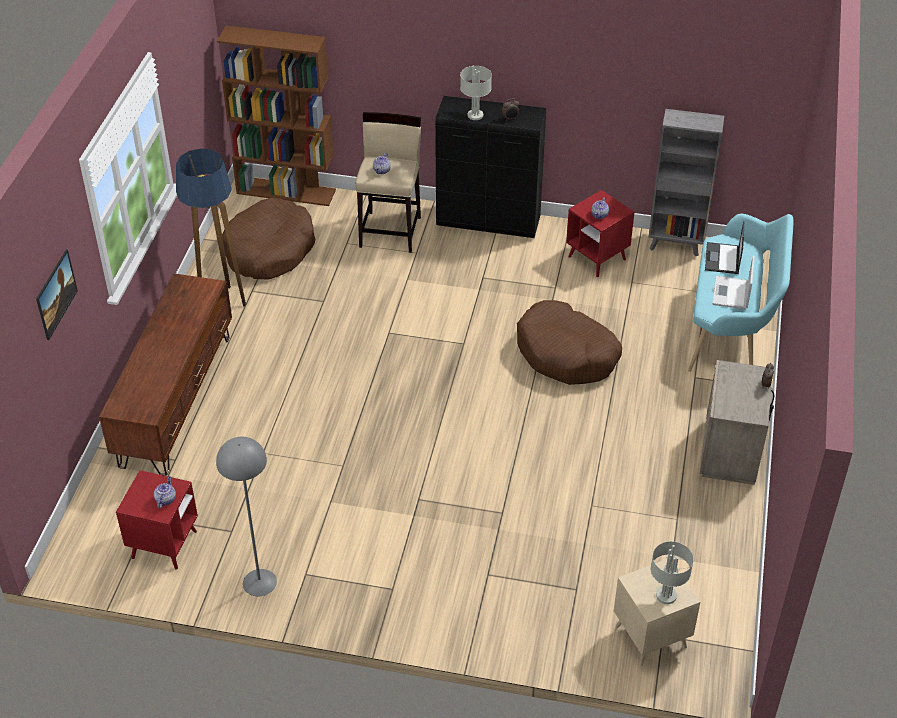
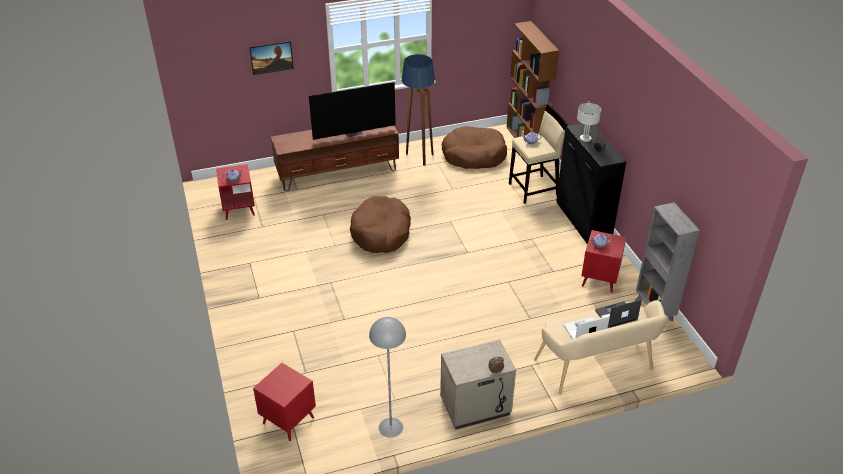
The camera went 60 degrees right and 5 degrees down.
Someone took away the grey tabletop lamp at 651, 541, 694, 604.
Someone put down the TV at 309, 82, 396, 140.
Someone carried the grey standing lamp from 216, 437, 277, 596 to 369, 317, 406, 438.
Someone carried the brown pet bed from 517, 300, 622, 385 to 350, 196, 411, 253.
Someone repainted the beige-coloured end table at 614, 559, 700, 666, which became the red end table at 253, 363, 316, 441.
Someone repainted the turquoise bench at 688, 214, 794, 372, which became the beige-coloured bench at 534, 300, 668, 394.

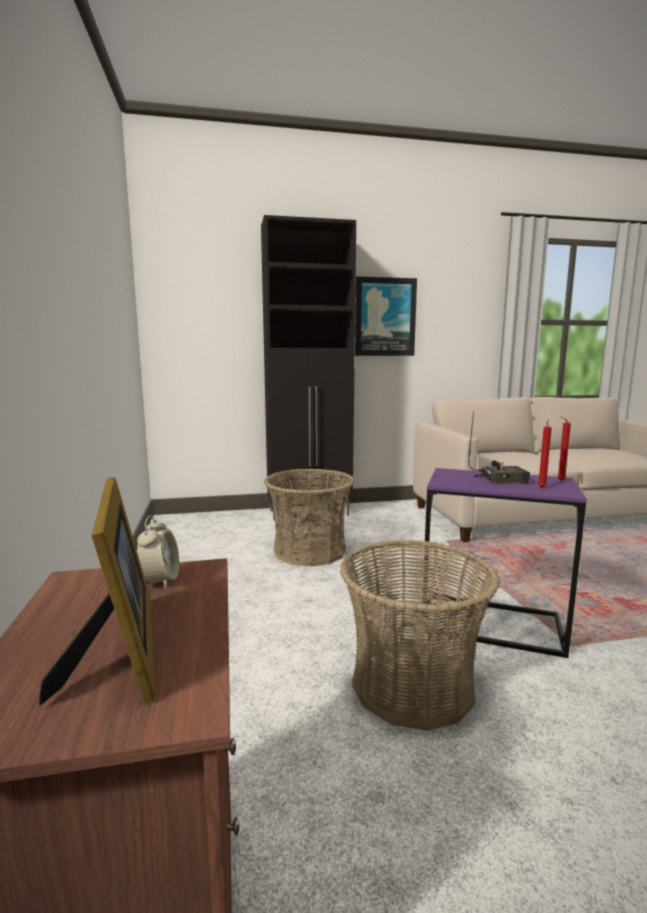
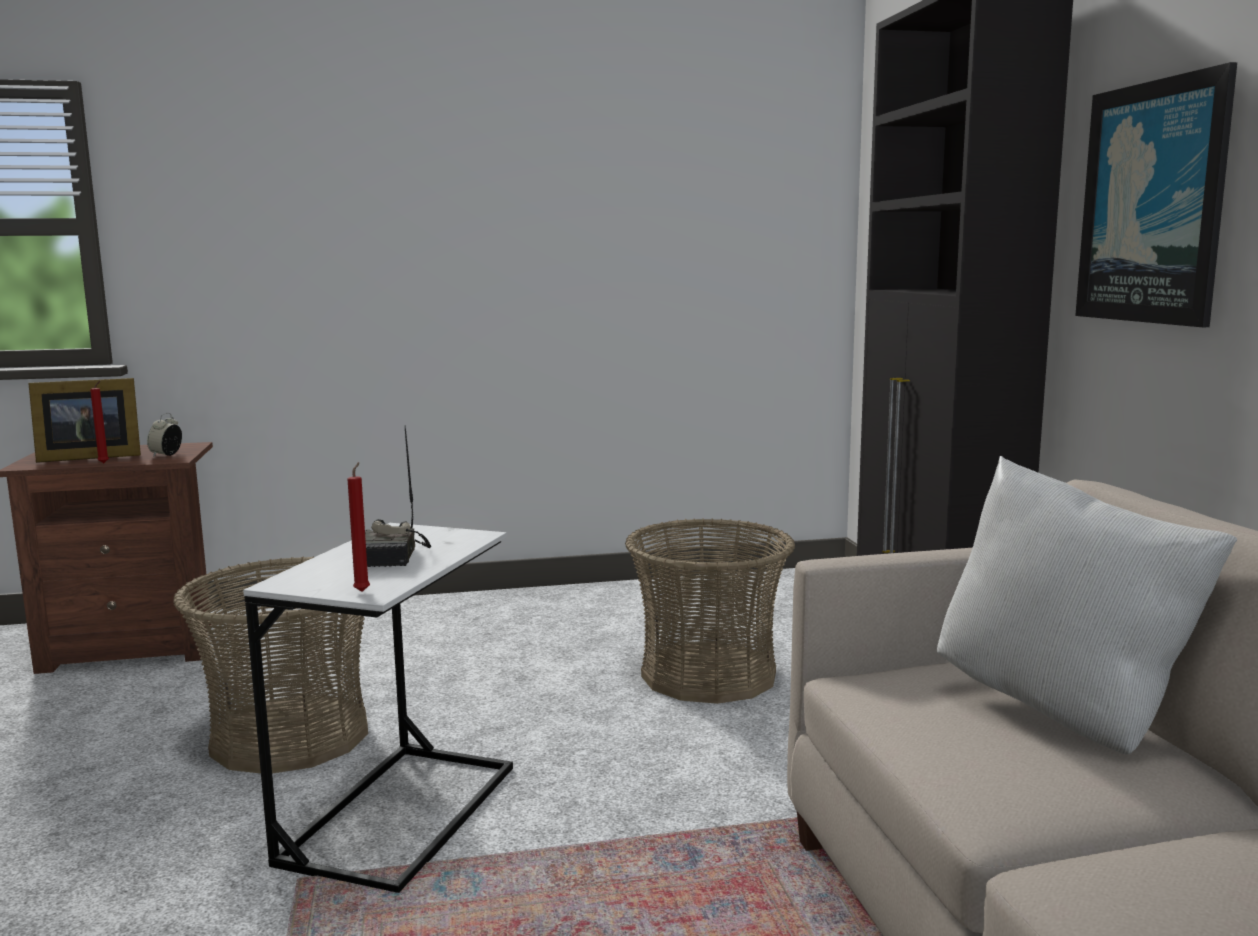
The camera went 90 degrees right and 0 degrees up.
Someone put down the white-coloured throw pillow at 937, 456, 1237, 755.
Someone carried the red wax light from 538, 419, 552, 488 to 90, 381, 109, 463.
Someone repainted the purple end table at 422, 468, 587, 658, which became the white-coloured end table at 243, 523, 513, 893.
Someone rotated the bedside clock at 136, 515, 179, 589 by 105 degrees clockwise.

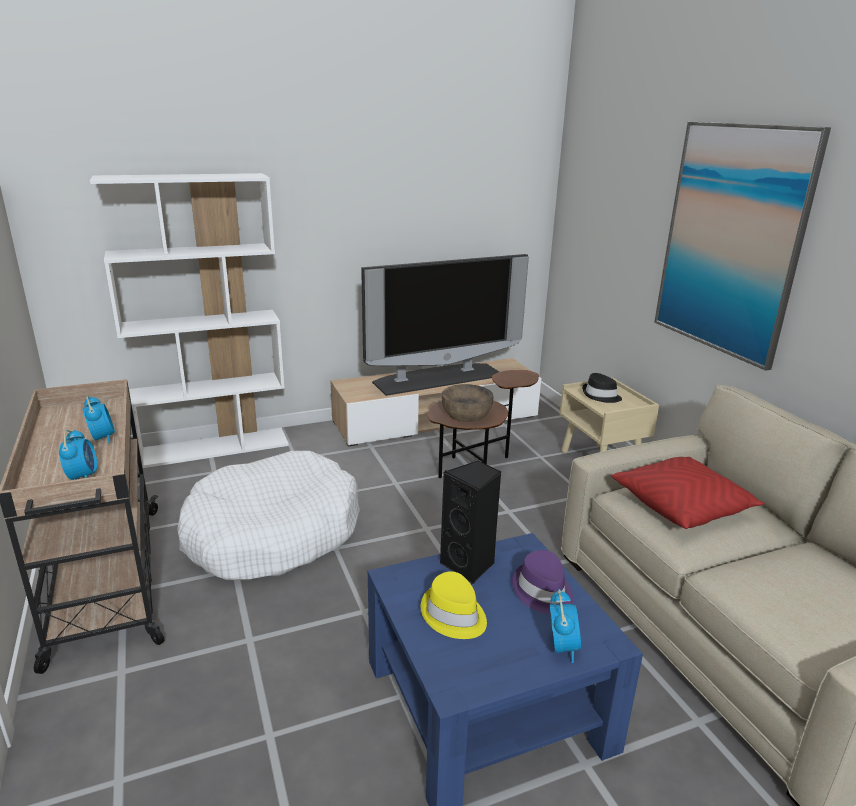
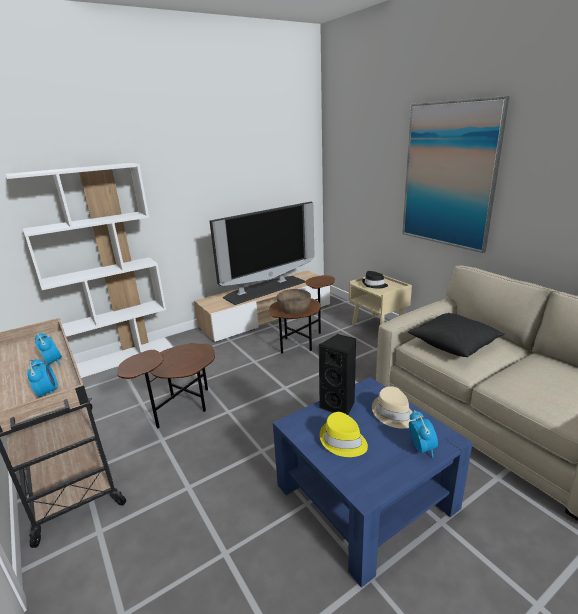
The camera went 10 degrees left and 0 degrees up.
Someone swapped the white-coloured pet bed at 177, 451, 360, 580 for the brown end table at 117, 343, 215, 429.
Someone repainted the purple wearable hat at 512, 550, 573, 615, which became the beige-coloured wearable hat at 372, 386, 416, 429.
Someone repainted the red throw pillow at 612, 457, 765, 529, which became the blackish throw pillow at 408, 313, 505, 357.

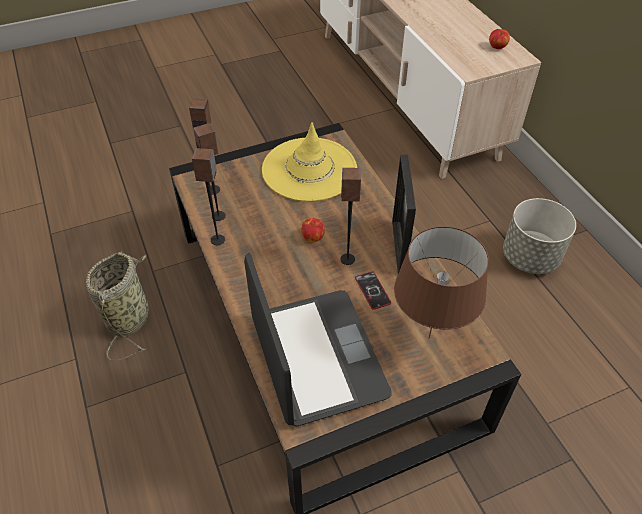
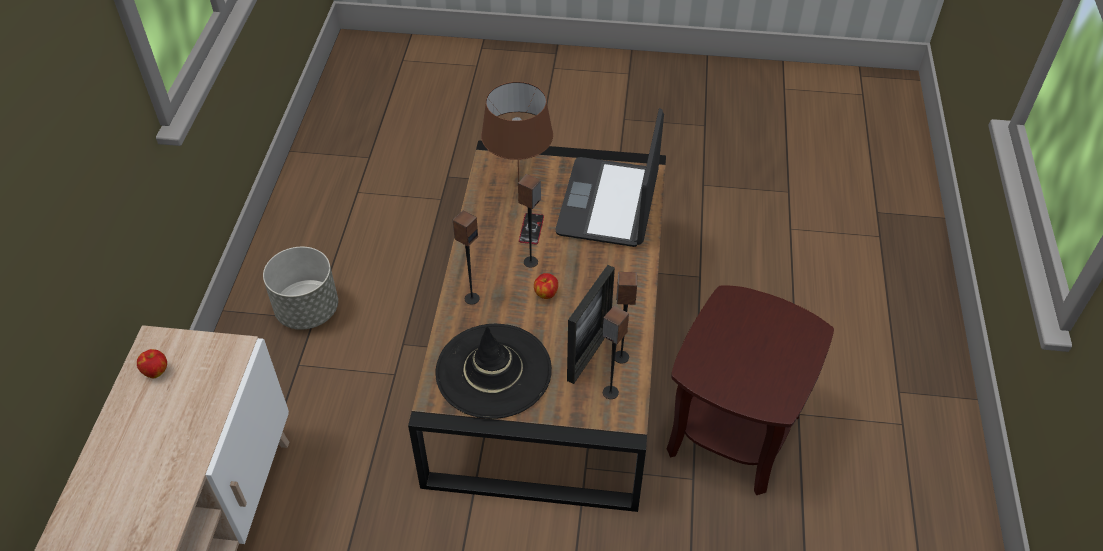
The camera went 150 degrees left and 0 degrees up.
Someone carried the speaker from 192, 148, 225, 245 to 453, 210, 480, 305.
Someone carried the picture frame from 392, 155, 416, 273 to 567, 265, 615, 384.
Someone swapped the household basket at 85, 251, 149, 360 for the brown end table at 667, 285, 834, 495.
Someone repainted the yellowish wearable hat at 262, 122, 357, 202, which became the blackish wearable hat at 435, 324, 552, 419.

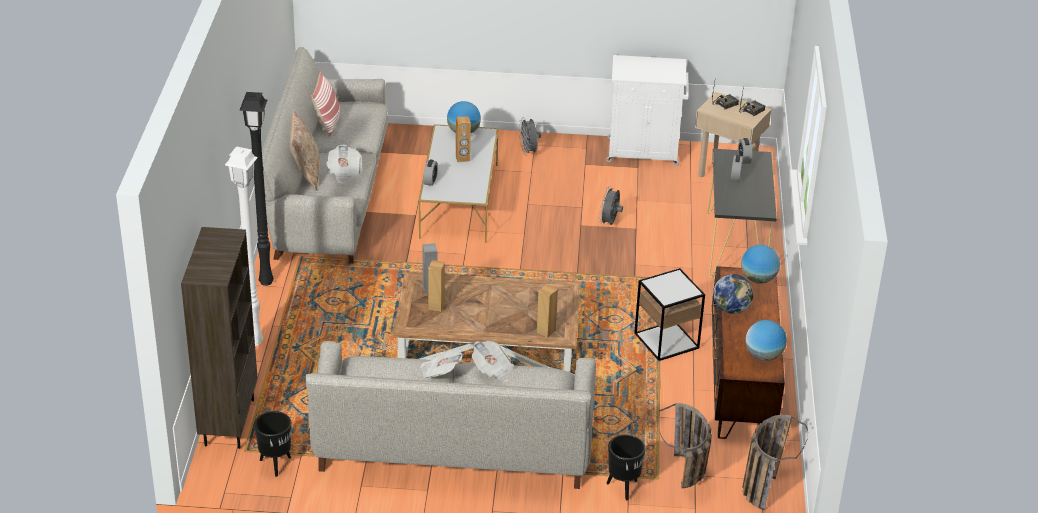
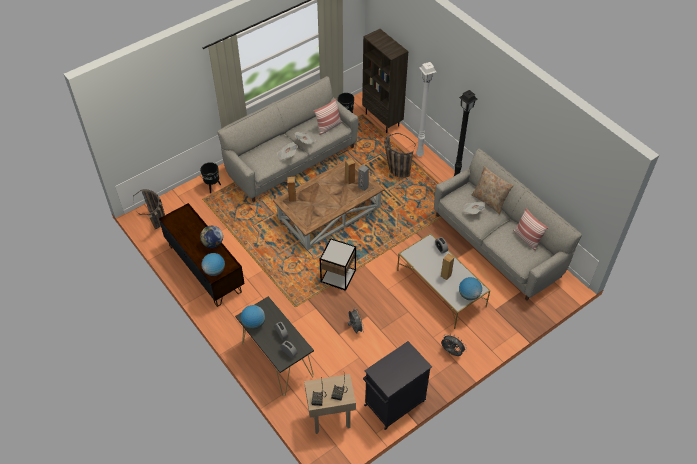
The camera went 140 degrees right and 15 degrees up.
Someone put down the throw pillow at 314, 99, 342, 135.
Someone carried the end table from 634, 268, 705, 361 to 320, 238, 356, 291.
Someone carried the household basket from 658, 403, 712, 488 to 384, 133, 416, 178.
Someone carried the world globe from 746, 320, 787, 361 to 241, 305, 265, 330.
Someone repainted the white-coloured cupboard at 606, 55, 689, 166, which became the blackish cupboard at 363, 341, 432, 430.

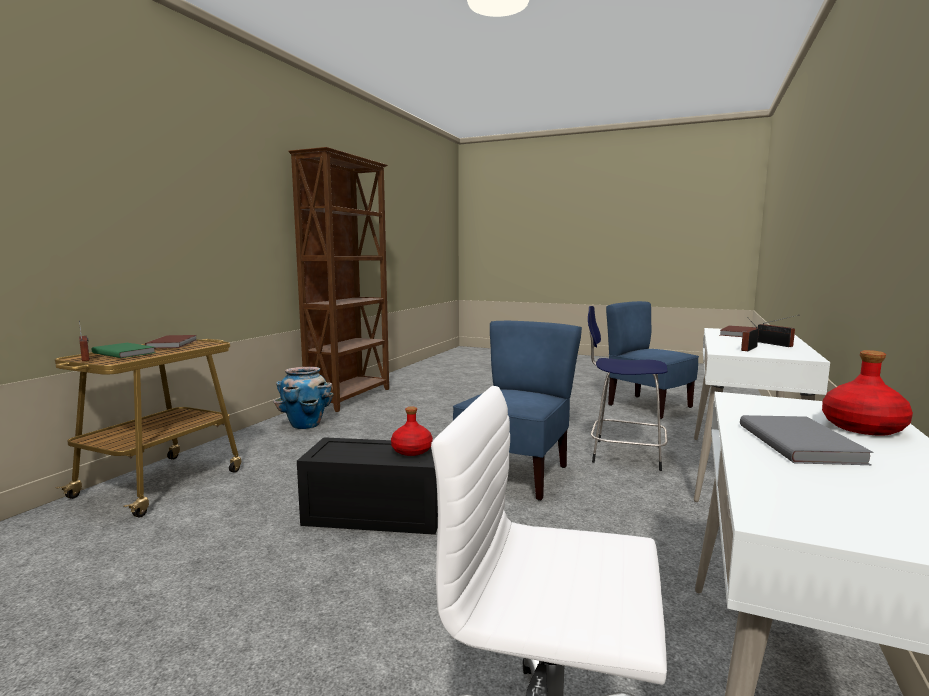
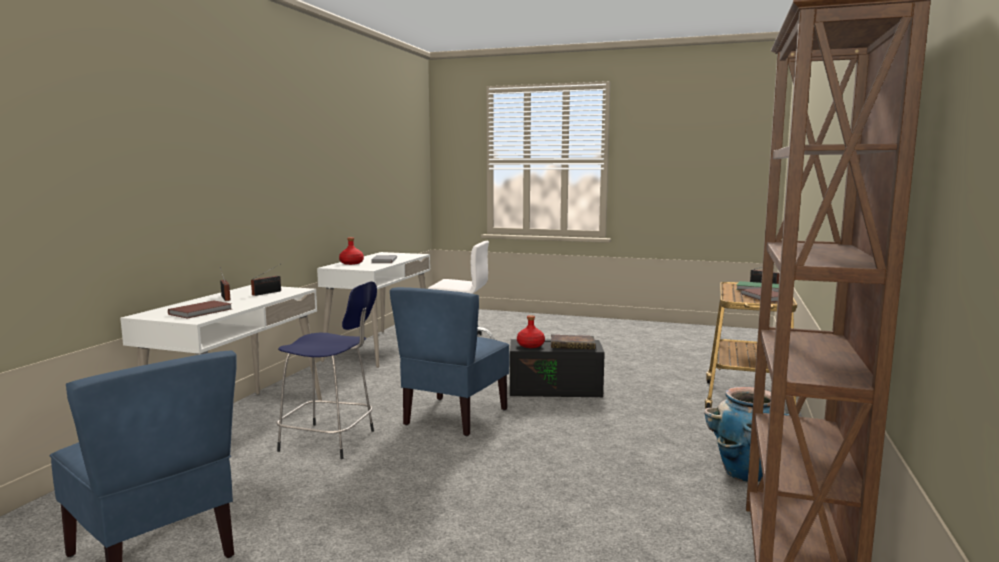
The camera went 175 degrees right and 0 degrees up.
Someone put down the volume at 551, 335, 596, 349.

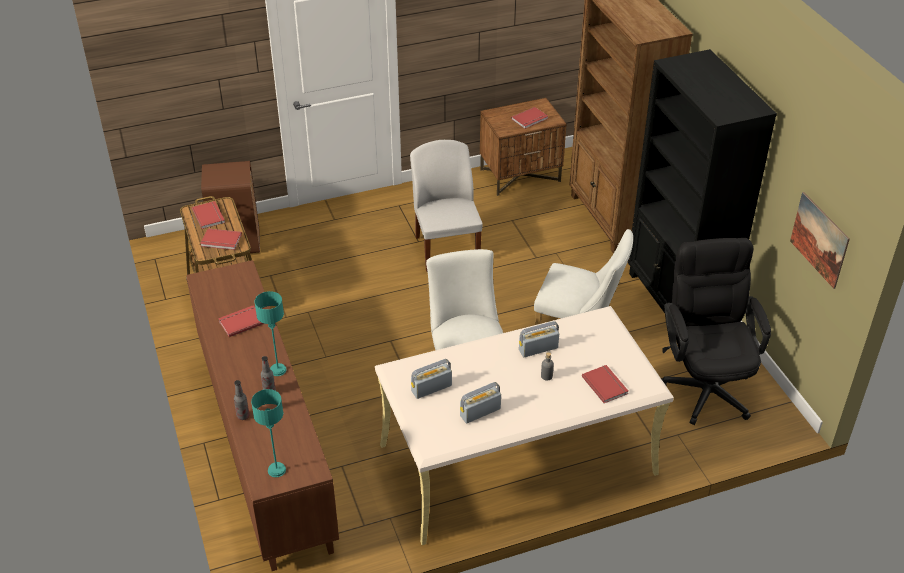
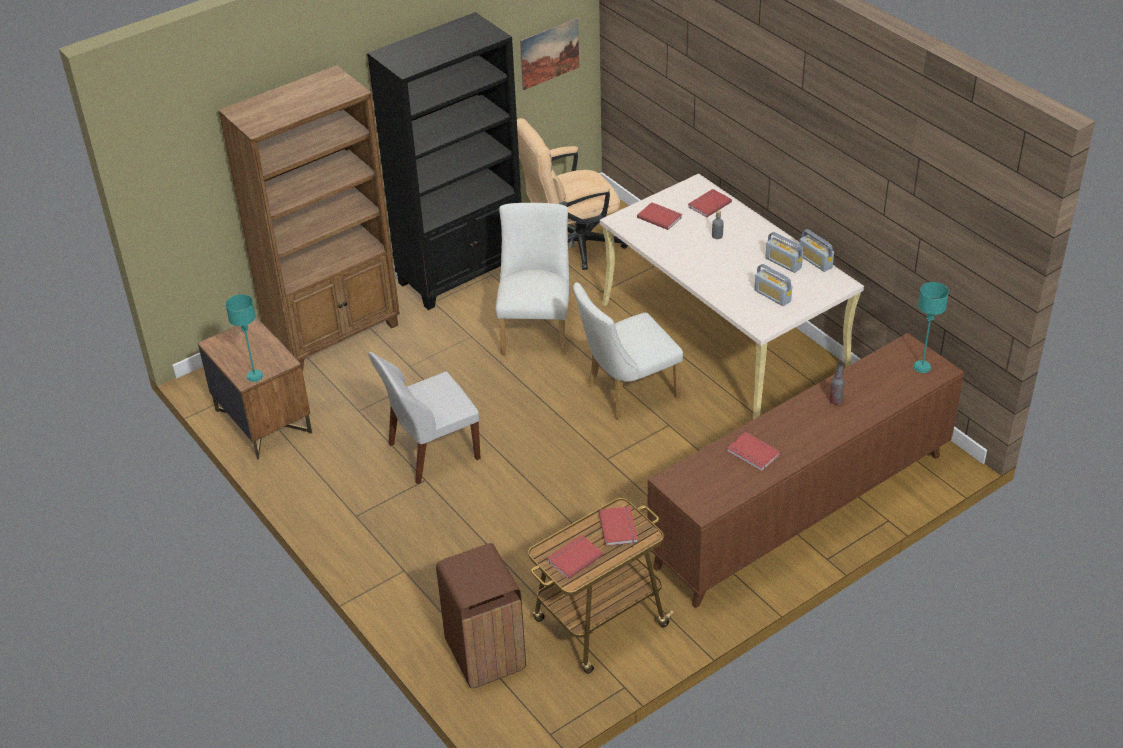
The camera went 105 degrees left and 0 degrees up.
Someone took away the drink bottle at 234, 380, 250, 420.
Someone carried the turquoise tabletop lamp from 255, 291, 287, 376 to 226, 294, 263, 382.
Someone carried the red volume from 511, 107, 548, 129 to 637, 202, 682, 230.
Someone carried the radio receiver from 519, 321, 559, 357 to 799, 229, 834, 272.
Someone repainted the blackish office chair at 662, 238, 771, 425, which became the beige-coloured office chair at 517, 118, 628, 270.

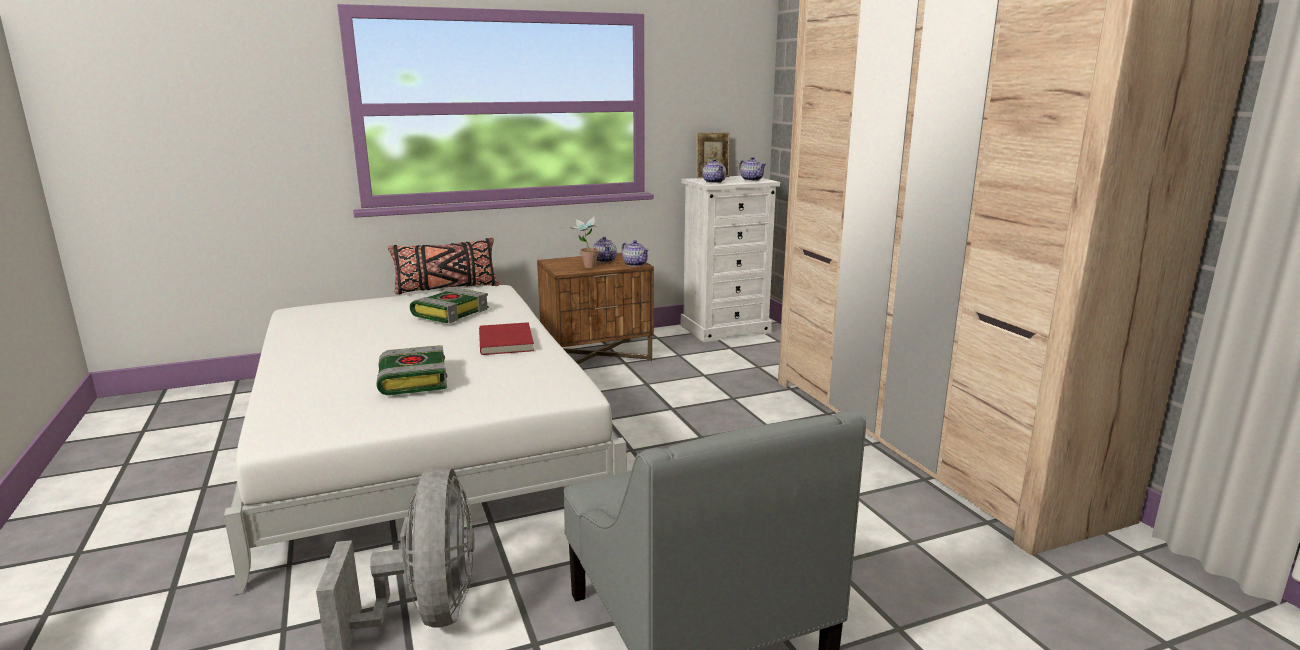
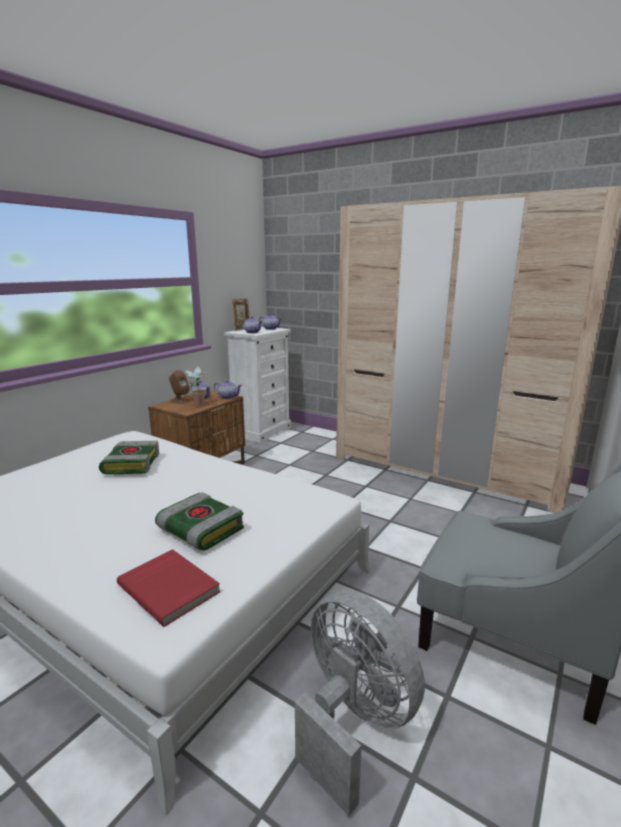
The camera went 35 degrees left and 0 degrees up.
Someone took away the blackish throw pillow at 388, 237, 499, 294.
Someone put down the brown speaker at 169, 370, 190, 404.
Someone carried the red volume from 479, 322, 534, 355 to 117, 549, 221, 627.

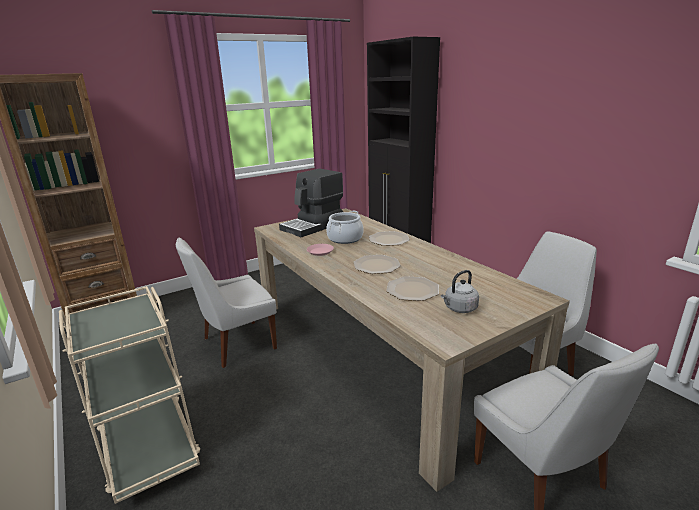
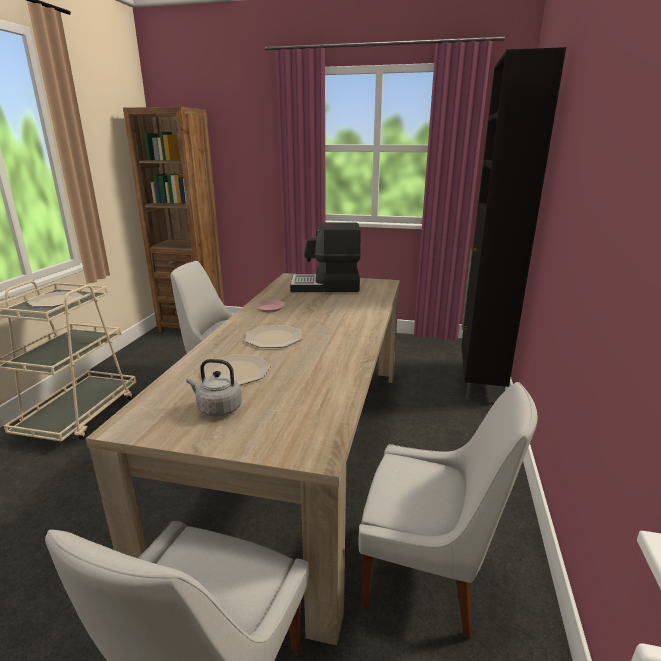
The camera went 45 degrees right and 0 degrees up.
Someone took away the saucepot at 326, 211, 364, 244.
Someone carried the flat dish from 369, 231, 410, 246 to 27, 292, 83, 307.

